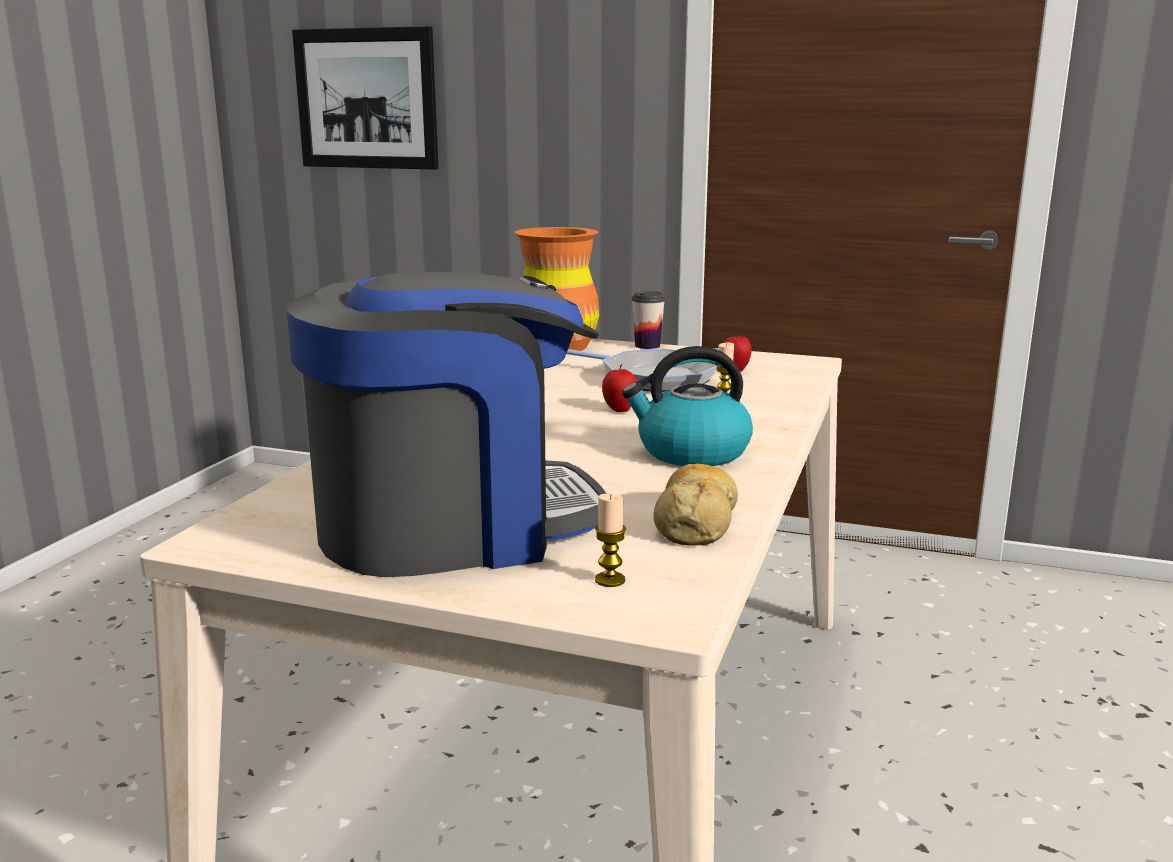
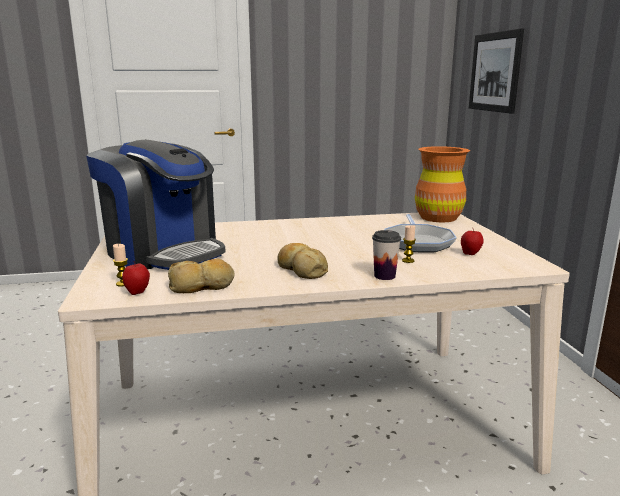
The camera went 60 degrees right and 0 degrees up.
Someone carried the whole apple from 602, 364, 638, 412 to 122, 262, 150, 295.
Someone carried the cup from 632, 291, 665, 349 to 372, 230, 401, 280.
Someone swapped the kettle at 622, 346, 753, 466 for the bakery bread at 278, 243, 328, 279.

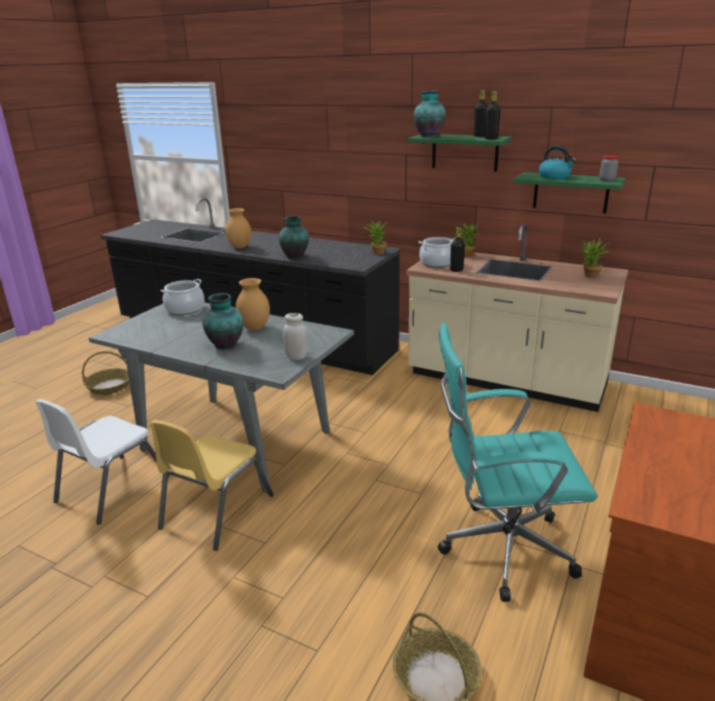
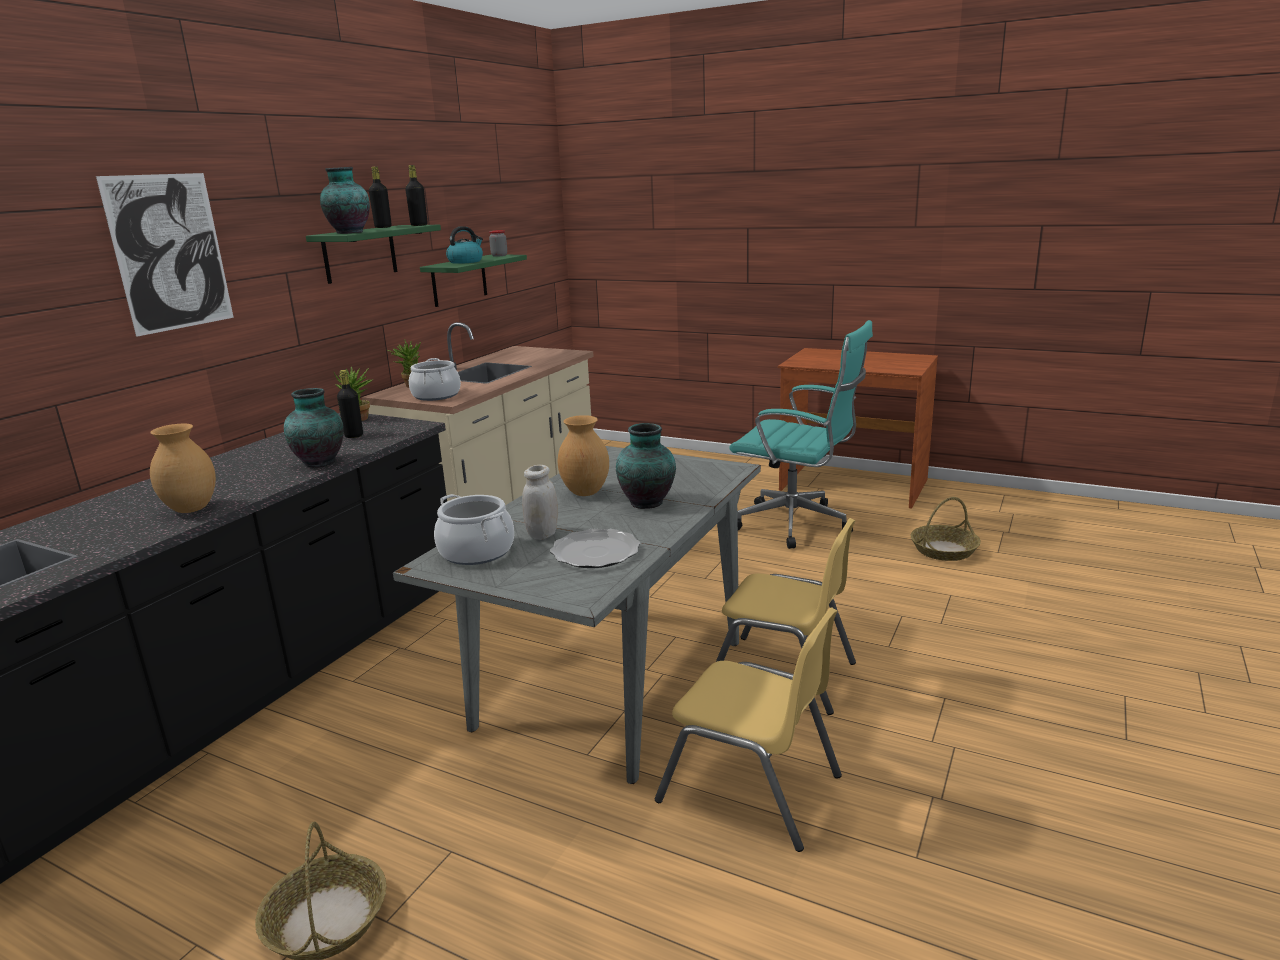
The camera went 90 degrees left and 5 degrees down.
Someone took away the houseplant at 581, 238, 609, 278.
Someone put up the wall art at 96, 173, 234, 337.
Someone put down the flat dish at 550, 529, 641, 568.
Someone carried the white-coloured storage jar from 283, 313, 308, 360 to 522, 465, 558, 540.
Someone carried the blackish drink bottle from 450, 228, 465, 272 to 337, 370, 363, 438.
Someone repainted the white-coloured plain chair at 35, 399, 170, 524, which became the yellowish plain chair at 655, 607, 842, 852.
Someone rotated the turquoise office chair at 438, 323, 597, 602 by 60 degrees counterclockwise.

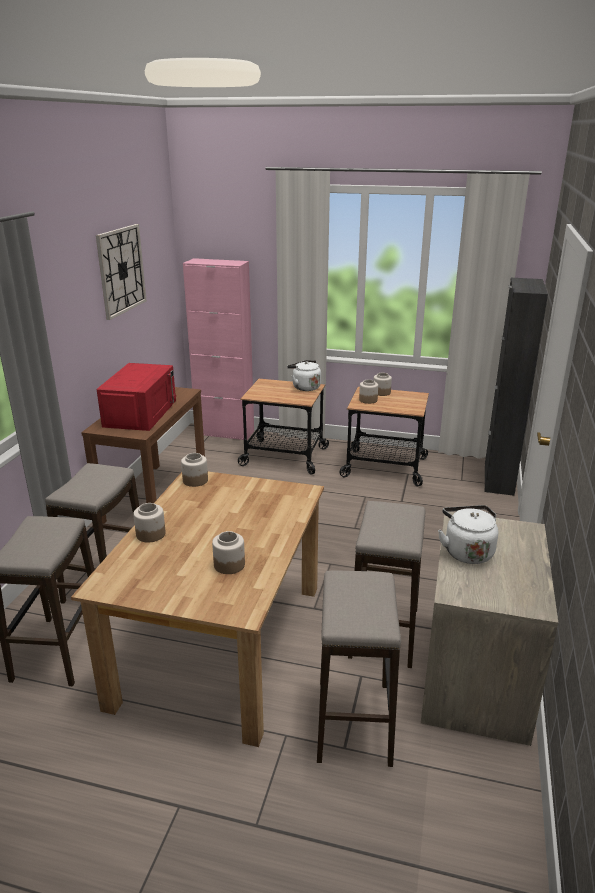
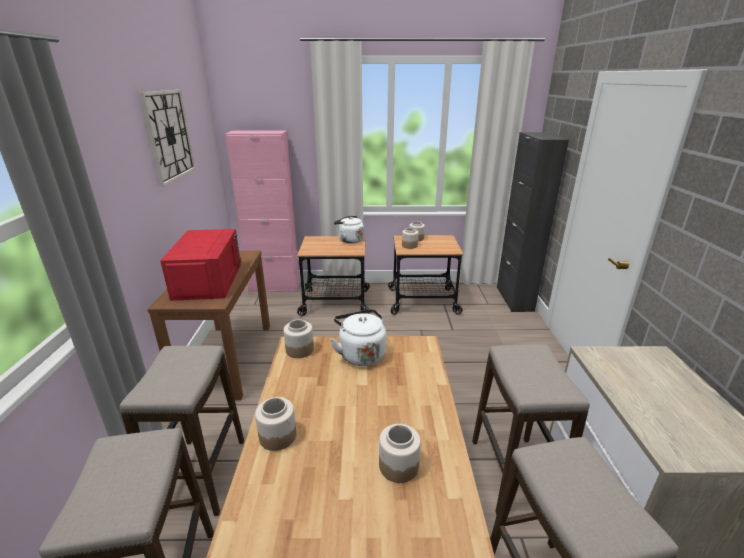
The camera went 15 degrees left and 0 degrees up.
Someone carried the white-coloured kettle from 438, 505, 498, 564 to 330, 309, 386, 366.

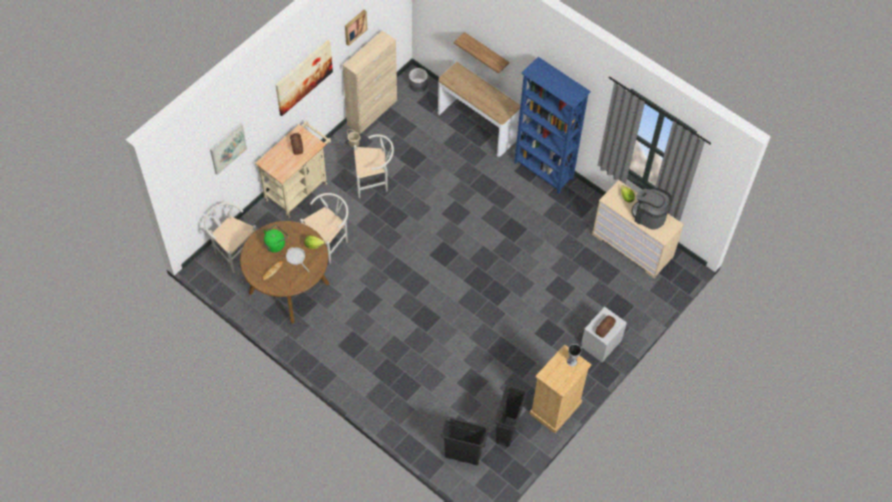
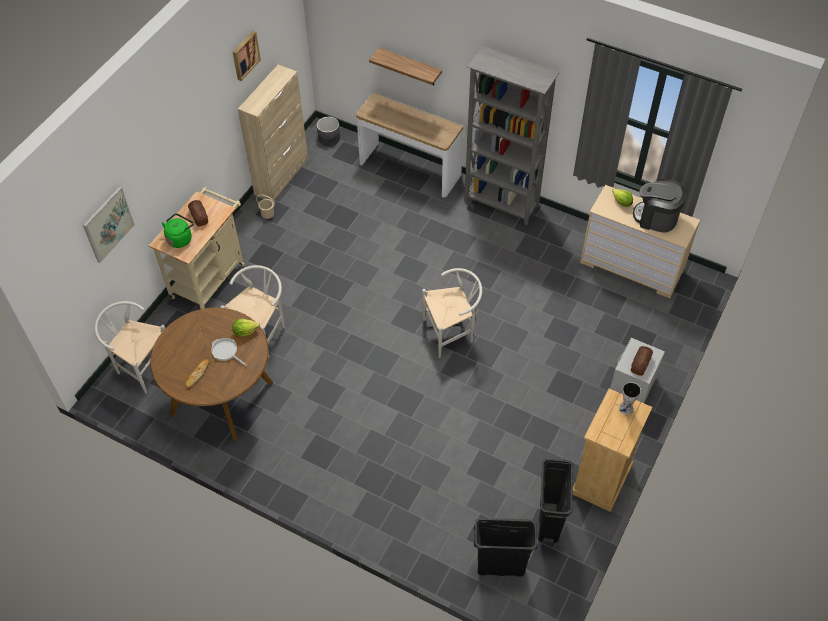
The camera went 10 degrees left and 5 degrees down.
Someone took away the wall art at 276, 40, 333, 116.
Someone carried the greenish kettle from 264, 225, 288, 252 to 162, 214, 194, 248.
Someone carried the white-coloured plain chair from 354, 134, 394, 198 to 422, 268, 482, 358.
Someone repainted the bluish shelving unit at 514, 57, 591, 194, which became the grey shelving unit at 464, 46, 559, 225.

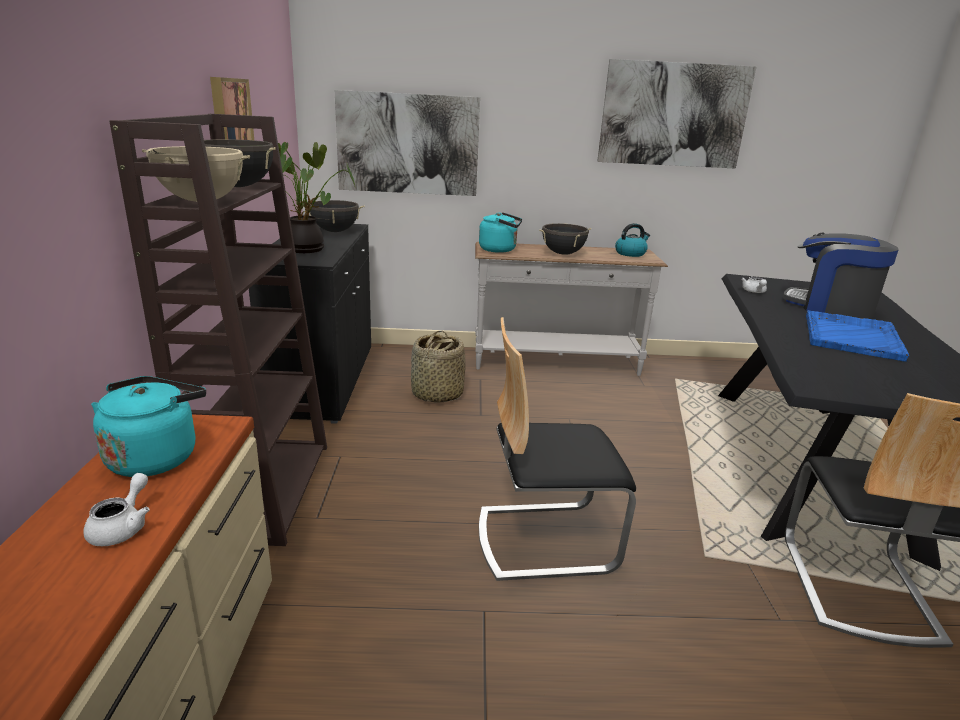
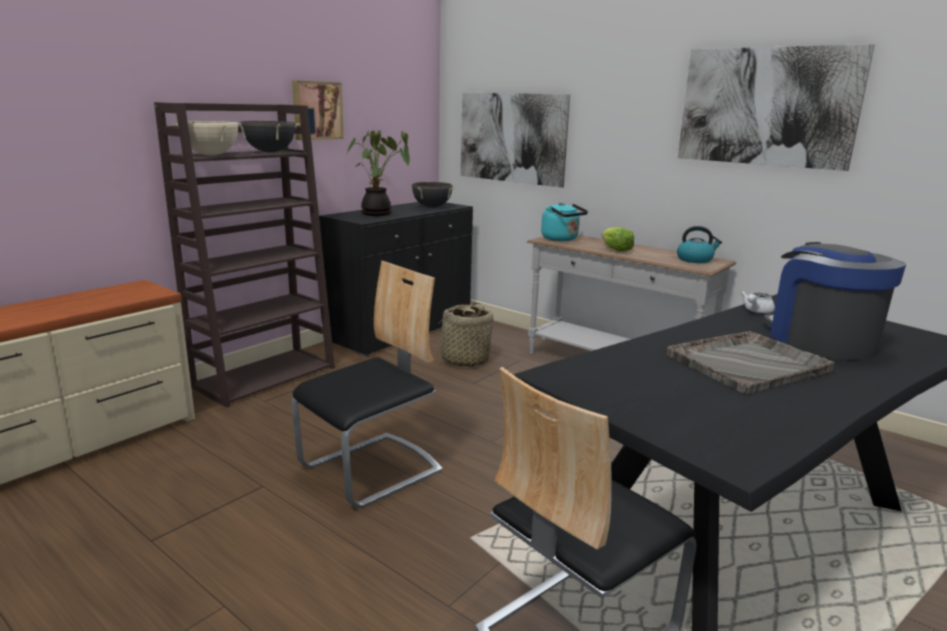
The camera went 40 degrees right and 5 degrees down.
Someone took away the white-coloured pot for tea at 83, 473, 150, 546.
Someone took away the turquoise kettle at 91, 376, 206, 477.
Someone swapped the blackish saucepot at 539, 223, 591, 255 for the lettuce head at 601, 227, 634, 252.
Someone repainted the bluish tray at 806, 310, 909, 362, which became the grey tray at 666, 331, 835, 394.
Someone rotated the plain chair at 479, 317, 636, 581 by 105 degrees clockwise.

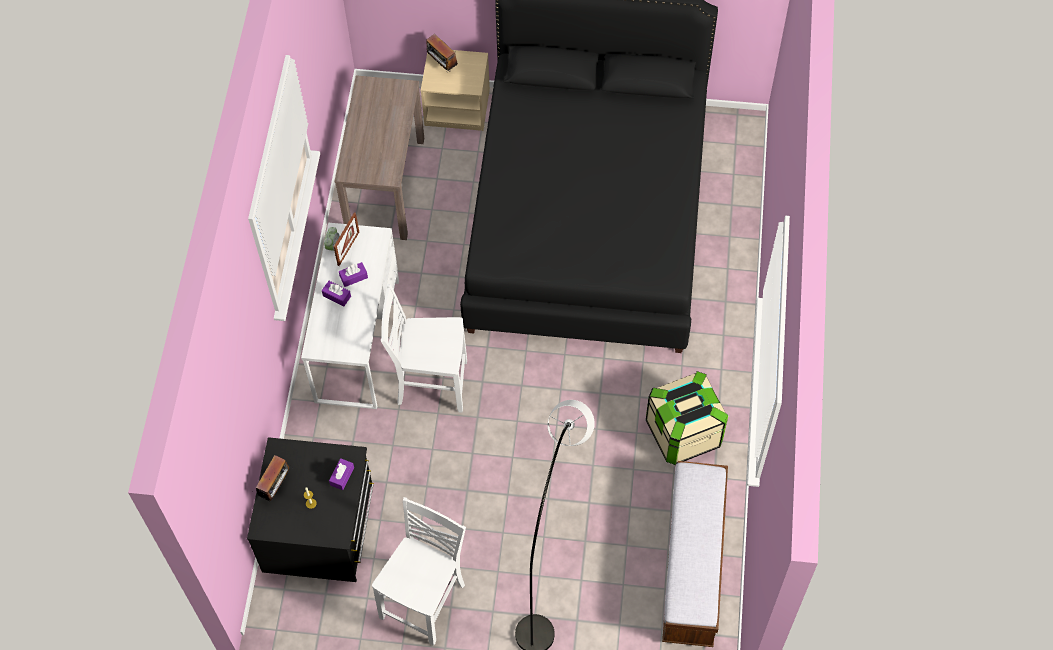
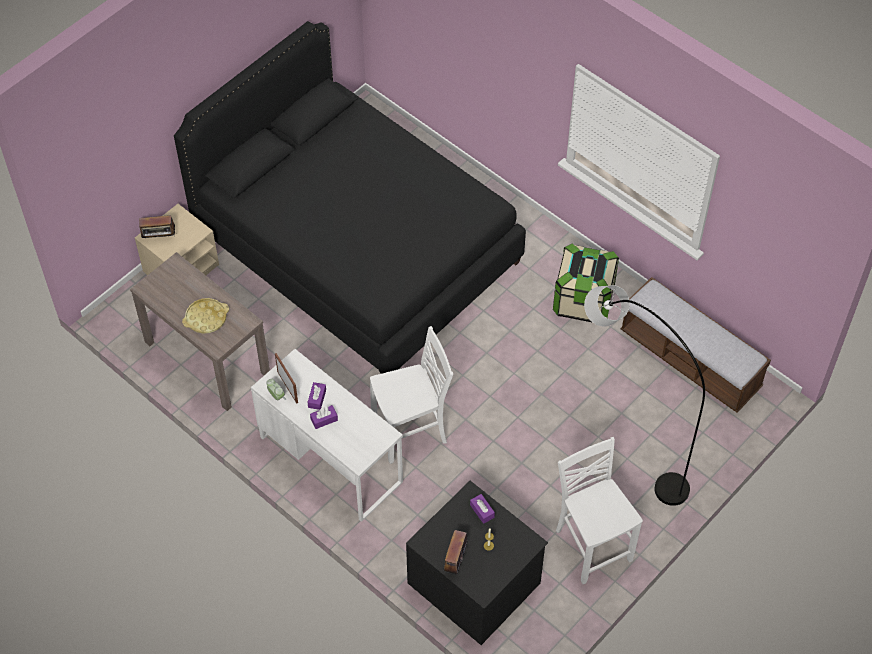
The camera went 55 degrees left and 5 degrees down.
Someone put down the yellowish tray at 182, 298, 229, 334.
Someone rotated the radio receiver at 256, 455, 290, 501 by 135 degrees counterclockwise.
Someone rotated the white-coloured plain chair at 381, 284, 467, 413 by 150 degrees counterclockwise.

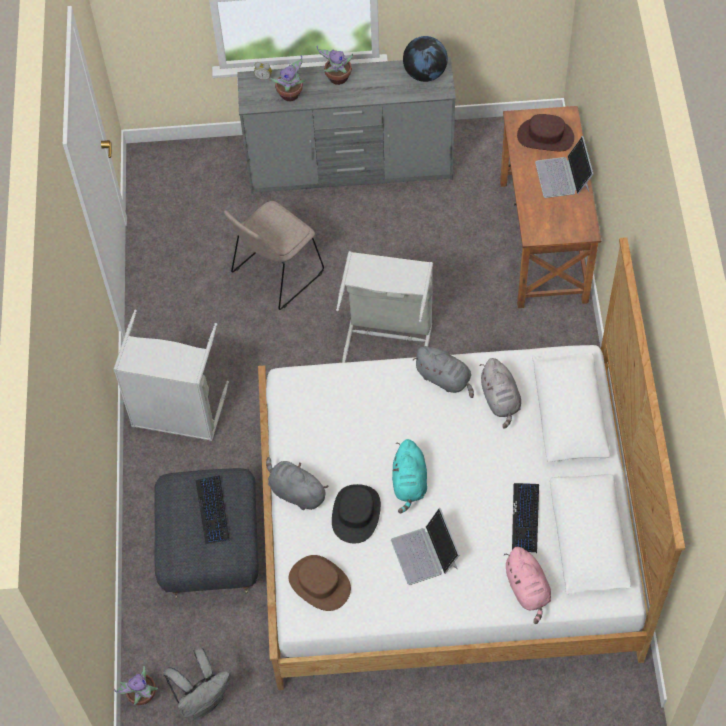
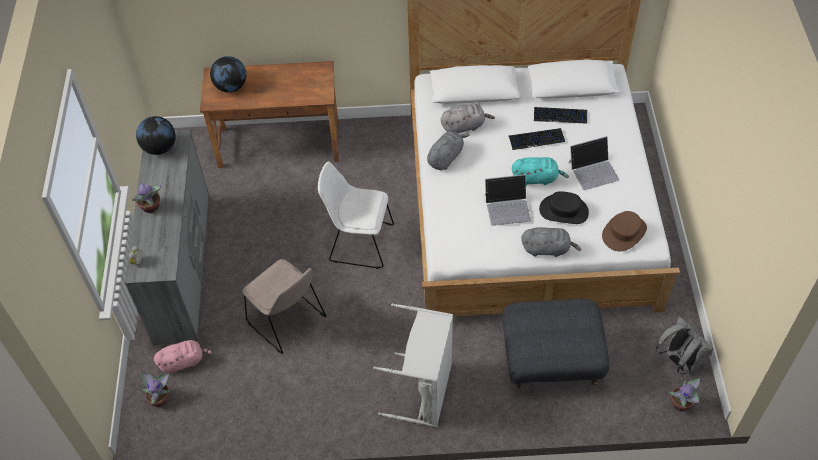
The camera went 90 degrees left and 5 degrees down.
Someone carried the PC keyboard from 196, 475, 229, 544 to 509, 128, 565, 150.
Someone carried the houseplant from 270, 55, 306, 101 to 140, 372, 170, 407.
Someone carried the pinkish soft toy from 504, 547, 551, 624 to 154, 340, 214, 374.
Someone carried the laptop from 535, 136, 593, 198 to 485, 174, 531, 226.
Someone swapped the grey washing basket at 336, 251, 433, 363 for the white-coloured plain chair at 318, 161, 394, 269.
Someone swapped the brown wearable hat at 517, 114, 574, 151 for the world globe at 210, 56, 246, 92.
Someone rotated the grey soft toy at 266, 457, 329, 510 by 120 degrees counterclockwise.

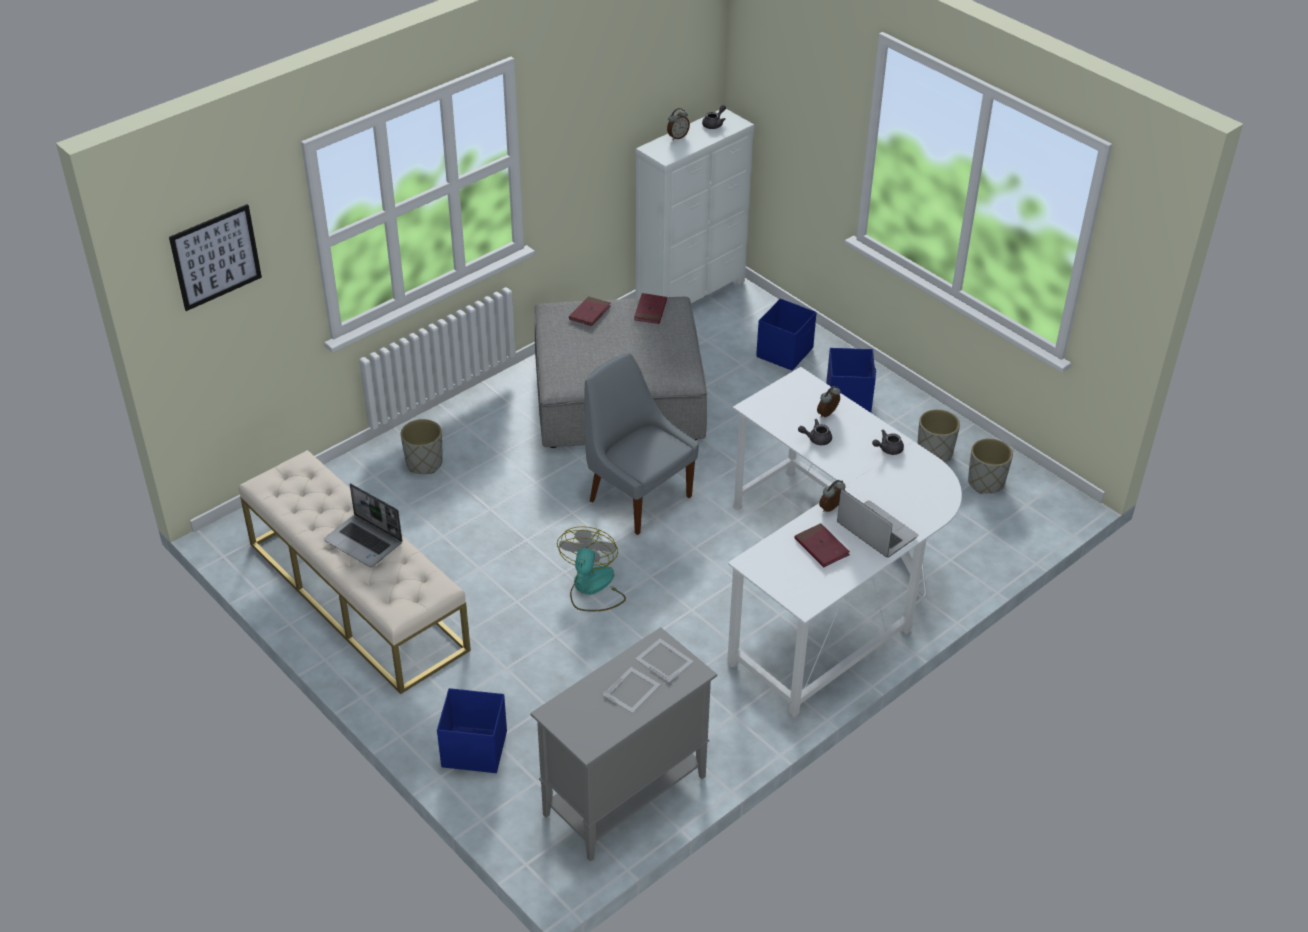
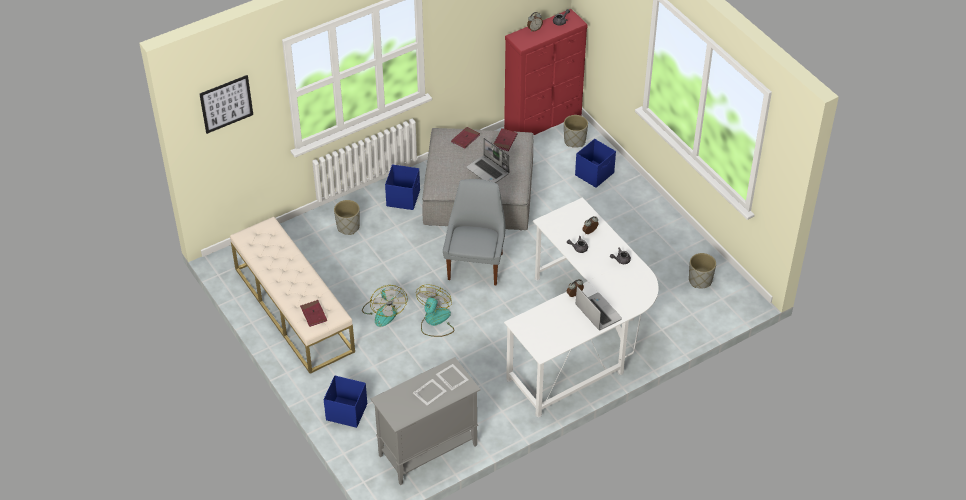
The camera went 10 degrees right and 5 degrees up.
Someone put down the electric fan at 362, 285, 407, 327.
Someone carried the laptop from 324, 483, 402, 567 to 466, 138, 510, 183.
Someone carried the red volume from 795, 523, 850, 567 to 300, 300, 327, 327.
Someone carried the bluish storage box from 826, 348, 876, 413 to 385, 164, 420, 210.
Someone carried the grey plant pot from 917, 409, 960, 462 to 564, 115, 588, 148.
Someone repainted the white-coloured drawer chest at 635, 109, 754, 304, which became the red drawer chest at 504, 9, 588, 135.
Someone rotated the grey plain chair at 584, 353, 699, 535 by 45 degrees clockwise.

